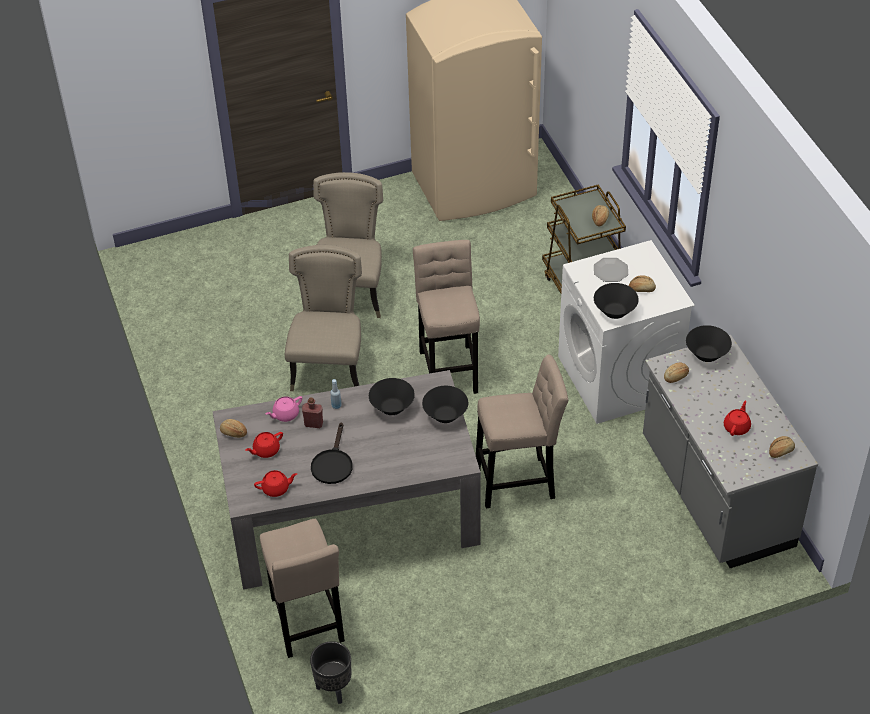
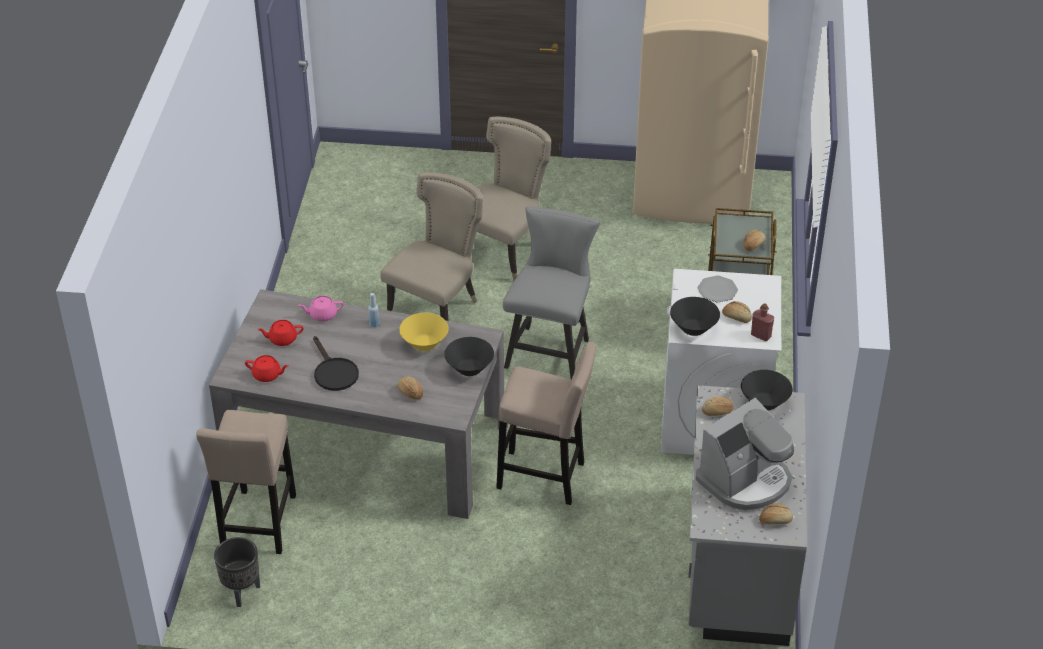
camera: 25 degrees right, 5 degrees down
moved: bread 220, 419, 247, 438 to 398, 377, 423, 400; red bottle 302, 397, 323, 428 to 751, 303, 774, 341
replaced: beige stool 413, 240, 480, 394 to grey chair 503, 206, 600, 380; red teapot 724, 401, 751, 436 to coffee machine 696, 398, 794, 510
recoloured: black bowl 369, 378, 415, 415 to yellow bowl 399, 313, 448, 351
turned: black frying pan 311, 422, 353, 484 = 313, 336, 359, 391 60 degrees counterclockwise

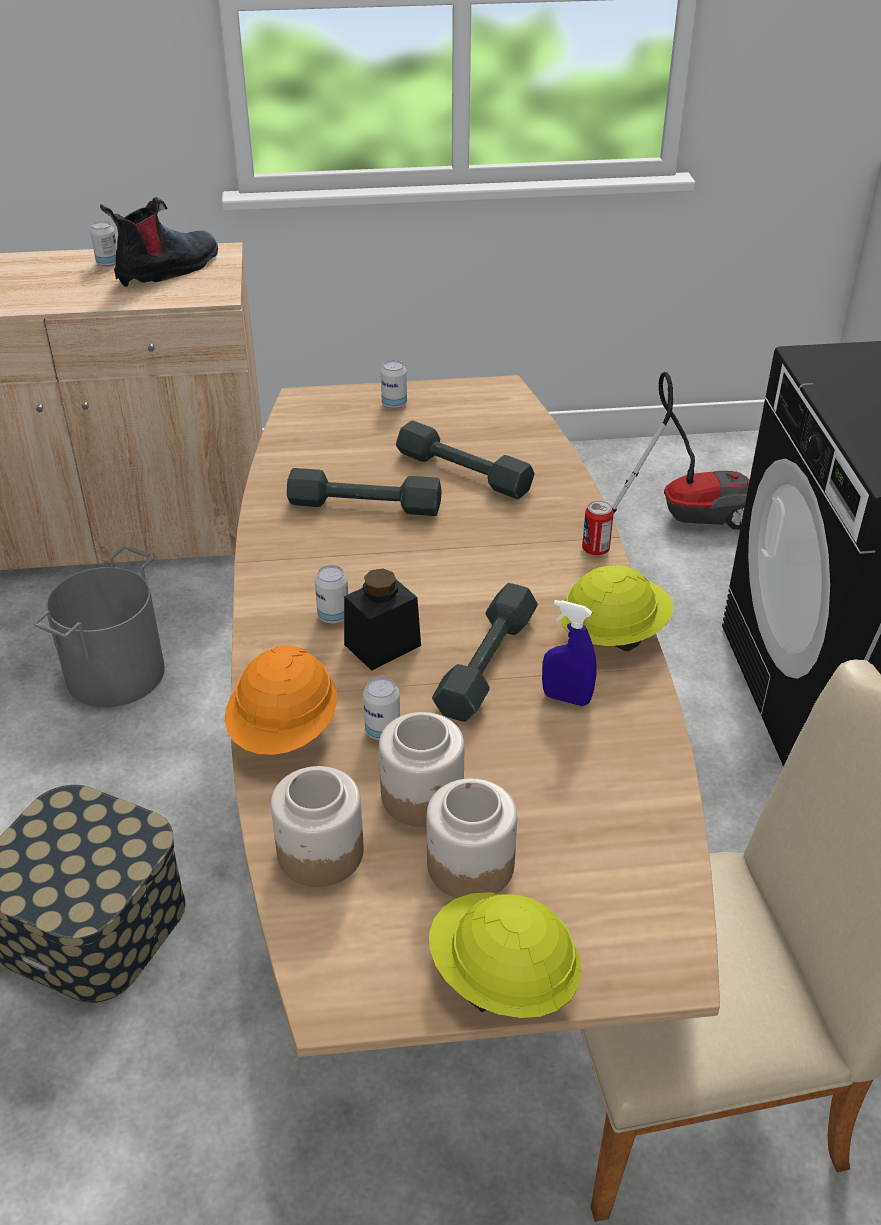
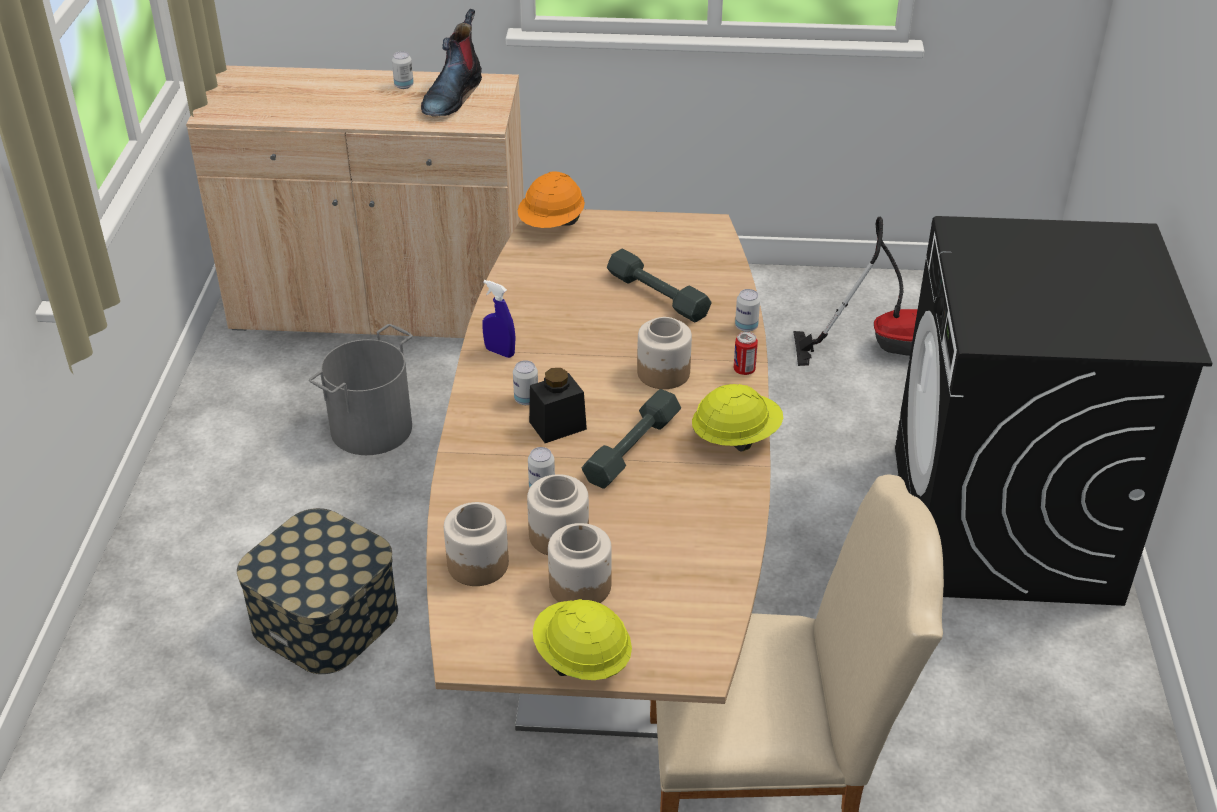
camera: 10 degrees right, 0 degrees up
removed: grey dumbbell 287, 468, 441, 516
added: jar 637, 317, 692, 389
moved: orange hard hat 225, 645, 337, 755 to 518, 171, 585, 228; can 381, 360, 407, 409 to 735, 289, 760, 332; blue spray bottle 542, 600, 597, 706 to 482, 280, 516, 358
turned: boot 100, 197, 218, 287 = 421, 9, 482, 117 150 degrees clockwise

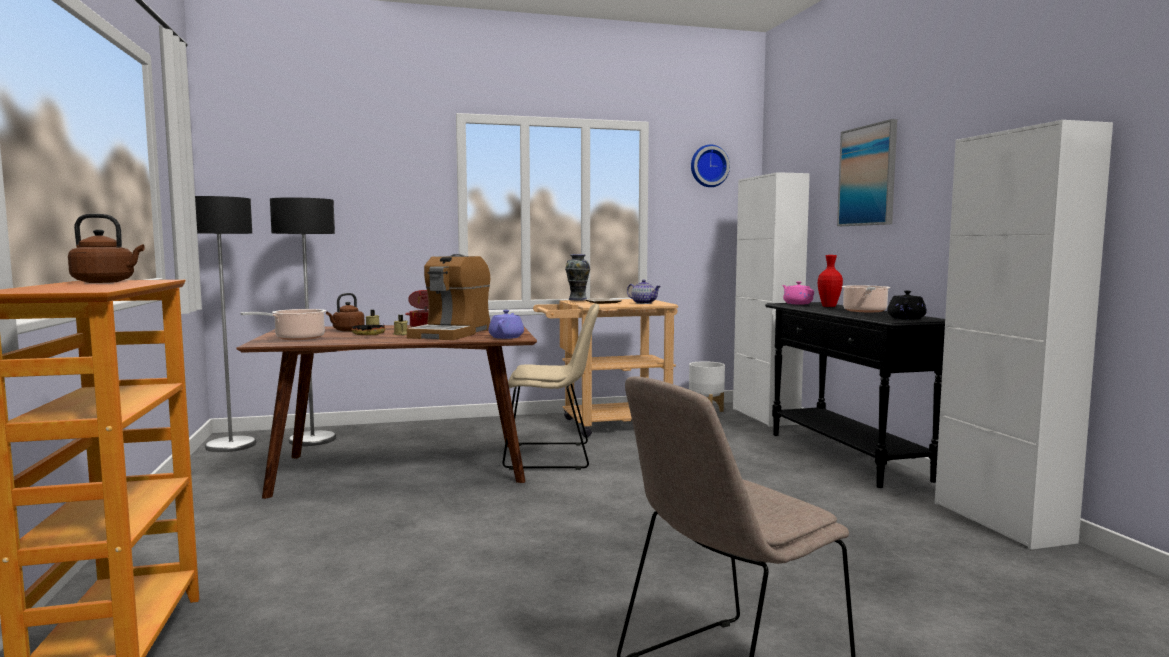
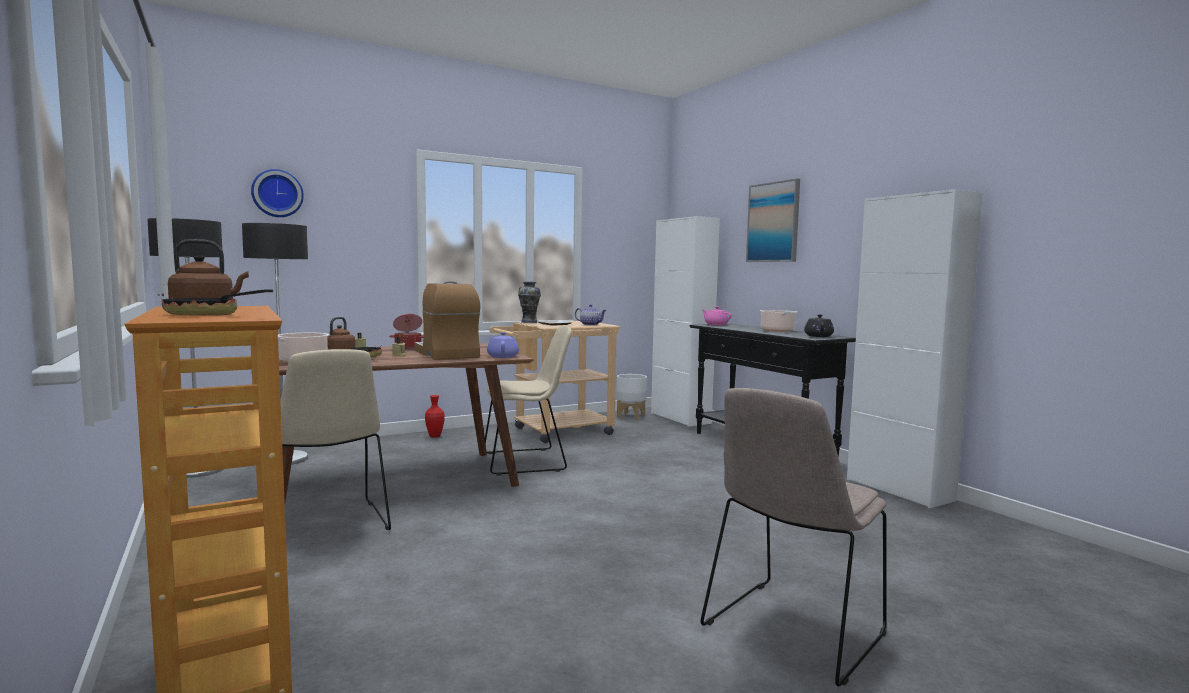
camera: 15 degrees left, 0 degrees up
added: frying pan 158, 284, 273, 316; beige chair 280, 349, 391, 530
moved: wall clock 691, 145, 730, 187 to 251, 169, 304, 217; red vase 818, 255, 843, 307 to 425, 395, 445, 438
turned: coffee machine 407, 254, 490, 340 = 414, 282, 480, 360 150 degrees clockwise

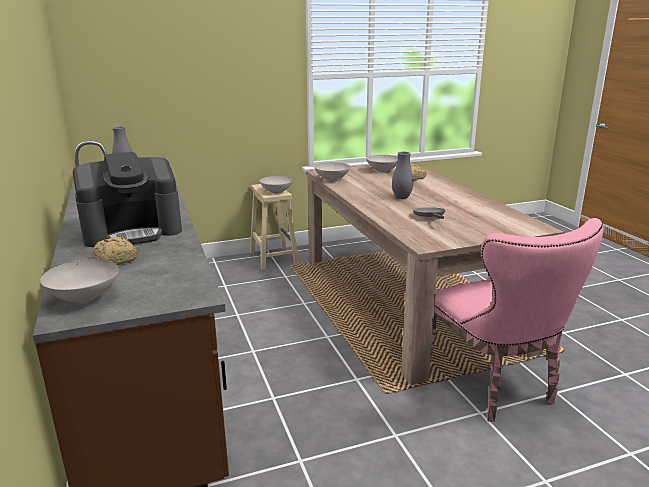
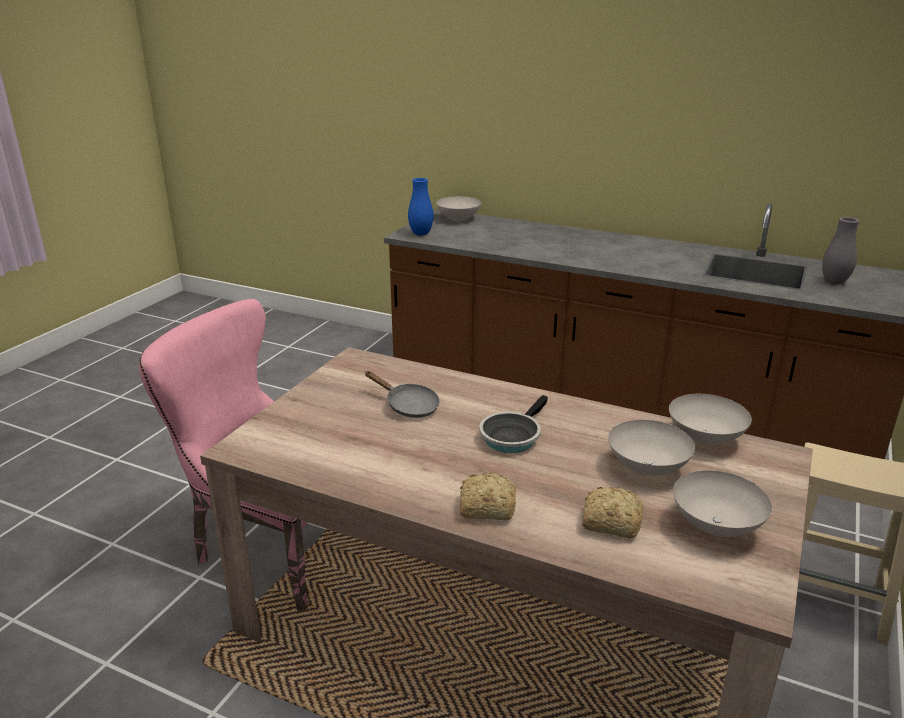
camera: 135 degrees right, 5 degrees up
removed: coffee machine 73, 152, 182, 247
added: blue vase 408, 178, 434, 236
moved: bread 93, 237, 138, 265 to 460, 472, 516, 520; white bowl 260, 176, 293, 194 to 608, 420, 695, 476
replaced: grey vase 392, 152, 413, 199 to frying pan 479, 395, 548, 453

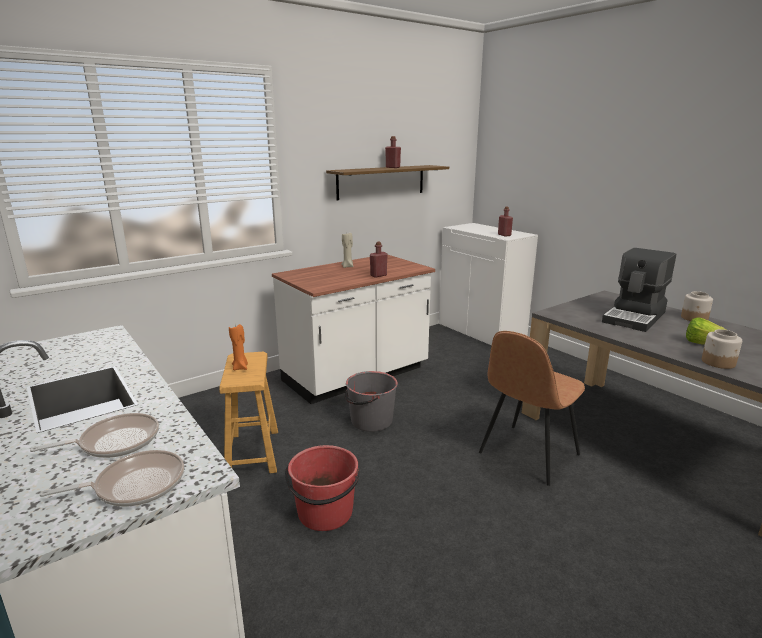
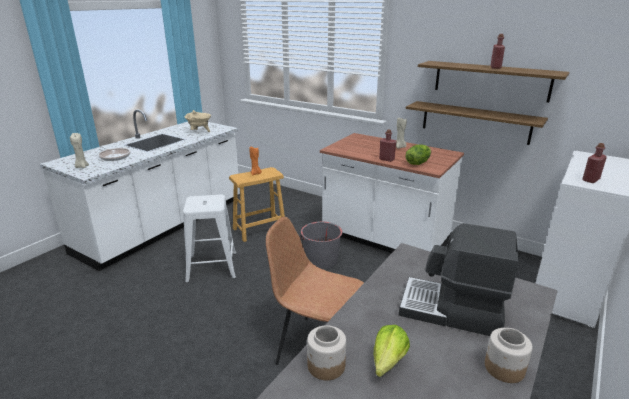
camera: 70 degrees right, 5 degrees up
added: beige cooking pot 185, 110, 211, 132; shelf 406, 101, 548, 145; lettuce 406, 144, 431, 165
replaced: frying pan 40, 450, 184, 507 to beige candle 70, 133, 89, 168; red bucket 285, 445, 359, 531 to white stool 183, 195, 237, 283

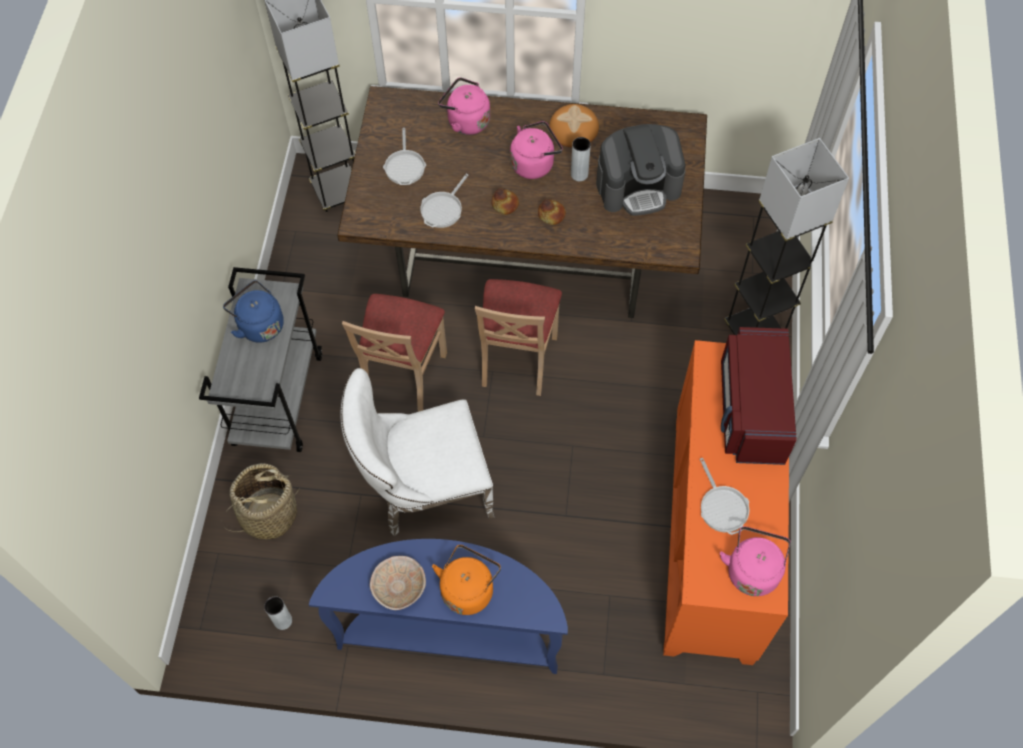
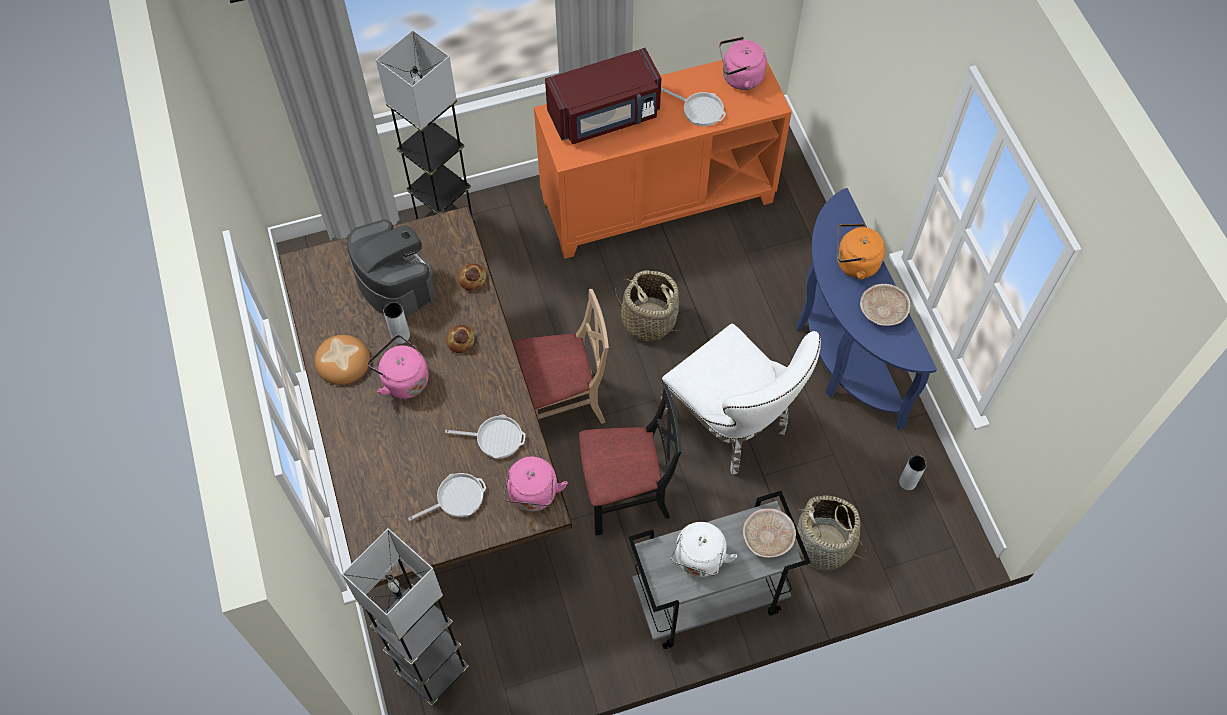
camera: 115 degrees left, 0 degrees up
added: basket 615, 270, 679, 341; beige bowl 743, 508, 796, 558
moved: pink kettle 438, 77, 490, 135 to 503, 456, 568, 511; bread 492, 188, 519, 215 to 458, 264, 486, 291
recoloured: blue kettle 223, 280, 284, 343 to white kettle 671, 522, 737, 577; beige chair 342, 294, 447, 412 to black chair 579, 387, 682, 535
turned: frying pan 700, 458, 750, 535 = 661, 88, 726, 127 75 degrees clockwise

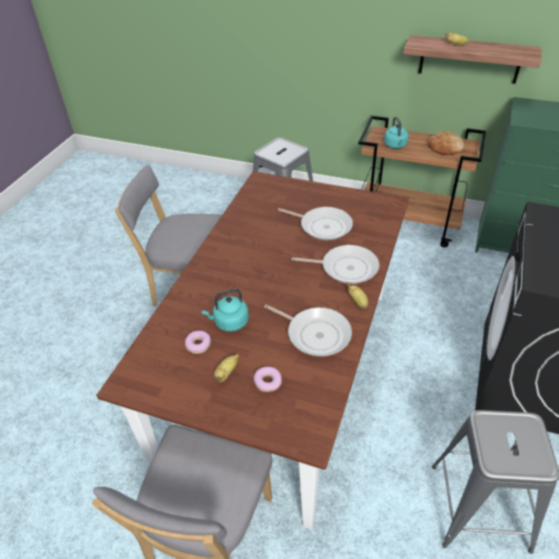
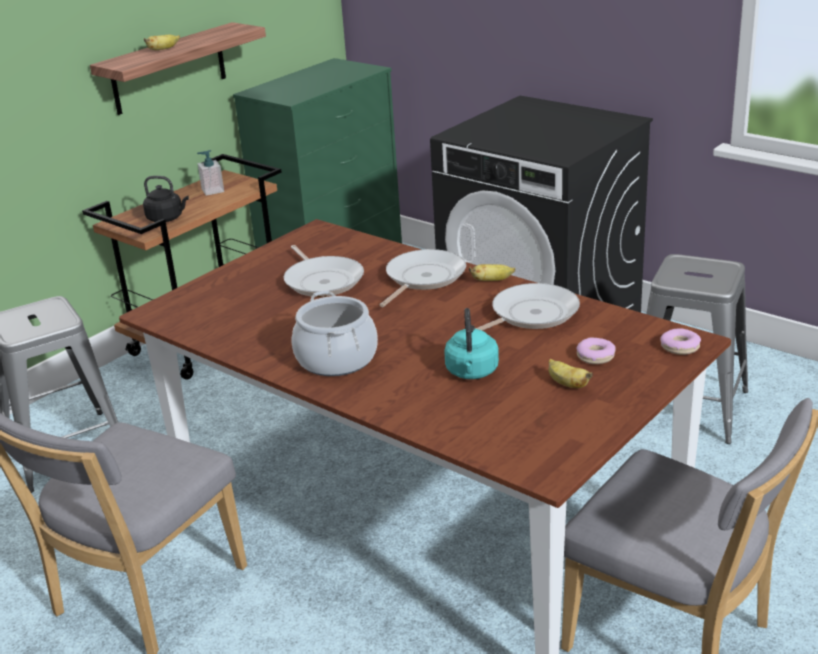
camera: 70 degrees left, 15 degrees down
added: cooking pot 292, 291, 378, 376
moved: donut 185, 330, 211, 354 to 660, 328, 701, 355
replaced: bread 428, 131, 464, 155 to soap dispenser 197, 150, 224, 196
recoloured: turquoise kettle 384, 117, 409, 149 to black kettle 143, 176, 189, 222
turned: frying pan 278, 207, 353, 240 = 284, 245, 364, 297 105 degrees clockwise

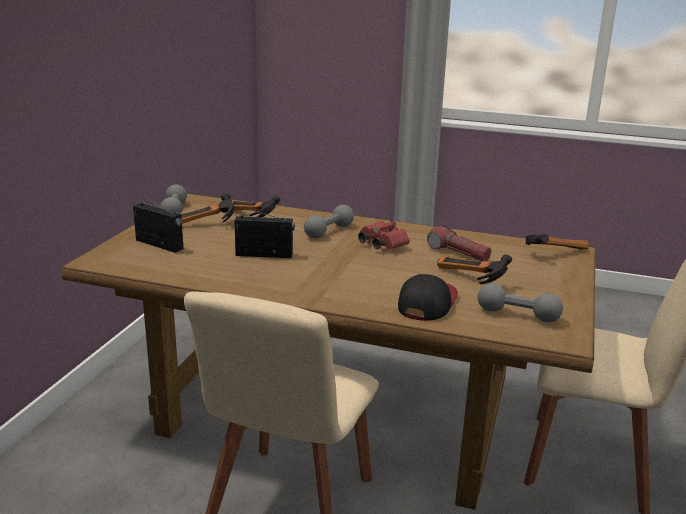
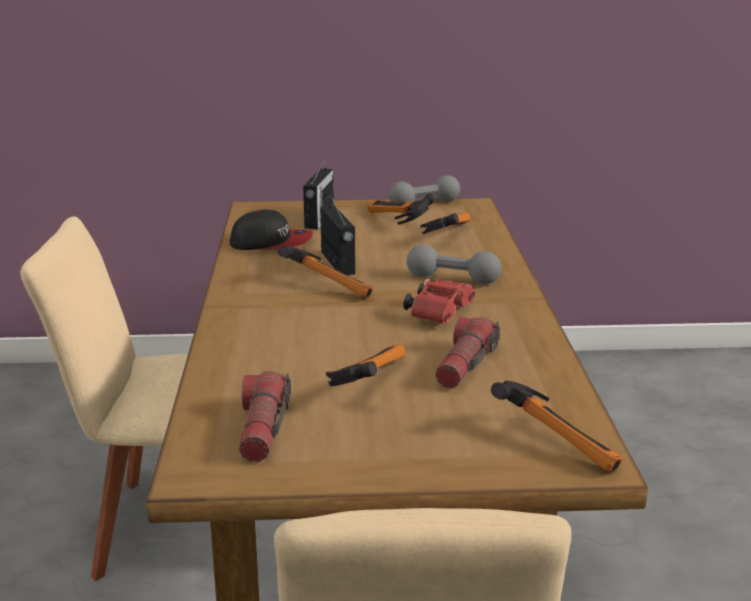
camera: 70 degrees right, 0 degrees up
added: hammer 278, 246, 373, 298
moved: cap 398, 274, 458, 321 to 230, 210, 313, 250
replaced: grey dumbbell 478, 283, 563, 322 to flashlight 239, 371, 291, 462

